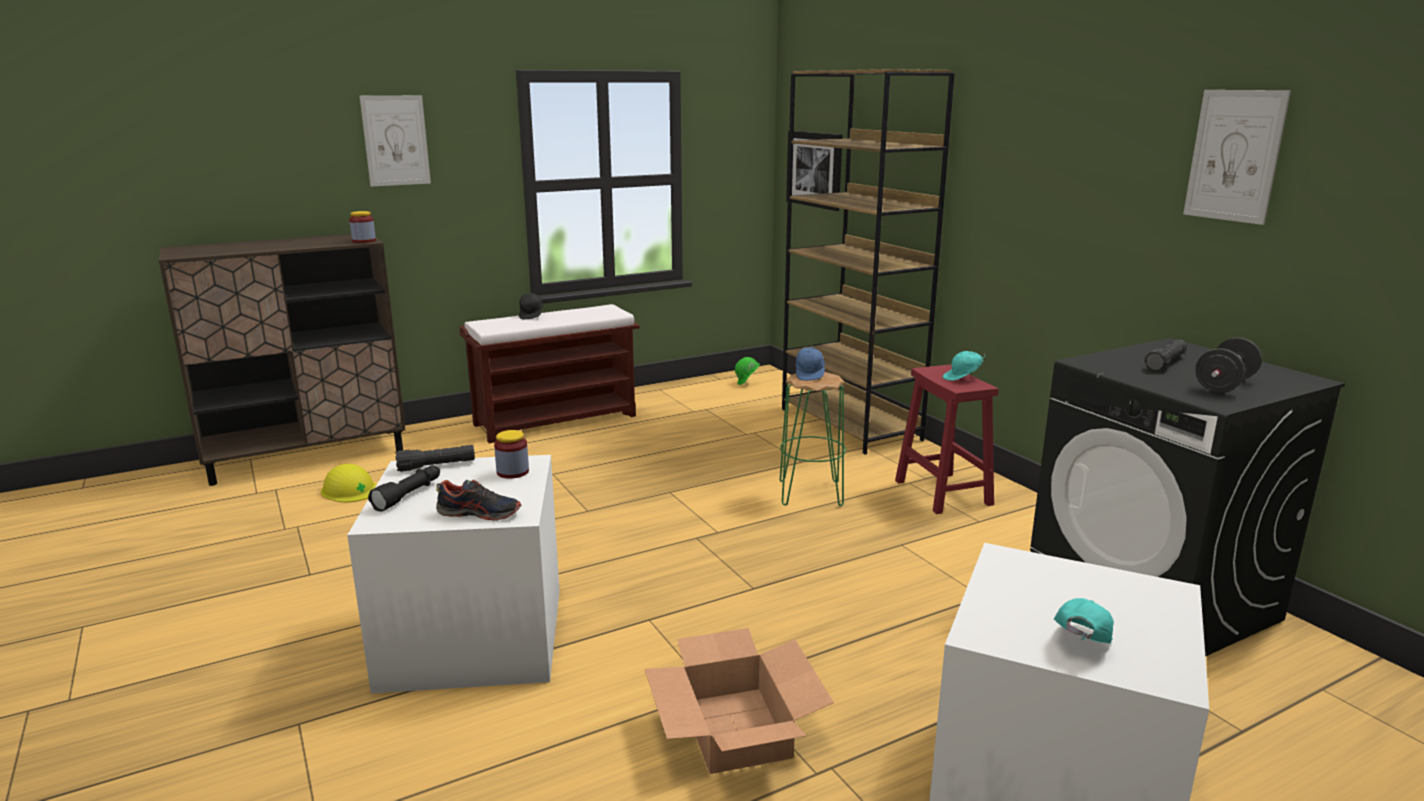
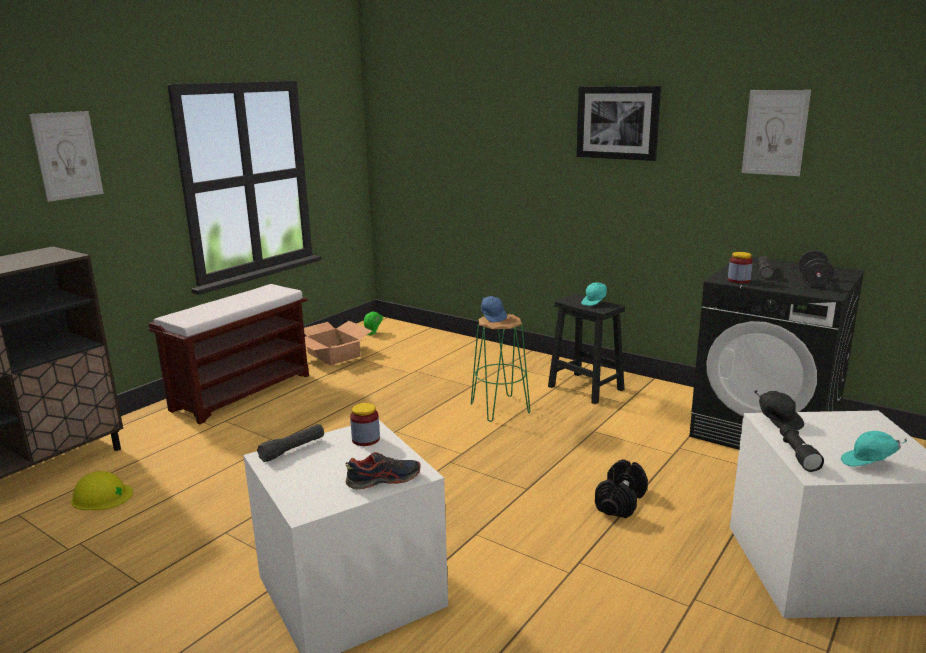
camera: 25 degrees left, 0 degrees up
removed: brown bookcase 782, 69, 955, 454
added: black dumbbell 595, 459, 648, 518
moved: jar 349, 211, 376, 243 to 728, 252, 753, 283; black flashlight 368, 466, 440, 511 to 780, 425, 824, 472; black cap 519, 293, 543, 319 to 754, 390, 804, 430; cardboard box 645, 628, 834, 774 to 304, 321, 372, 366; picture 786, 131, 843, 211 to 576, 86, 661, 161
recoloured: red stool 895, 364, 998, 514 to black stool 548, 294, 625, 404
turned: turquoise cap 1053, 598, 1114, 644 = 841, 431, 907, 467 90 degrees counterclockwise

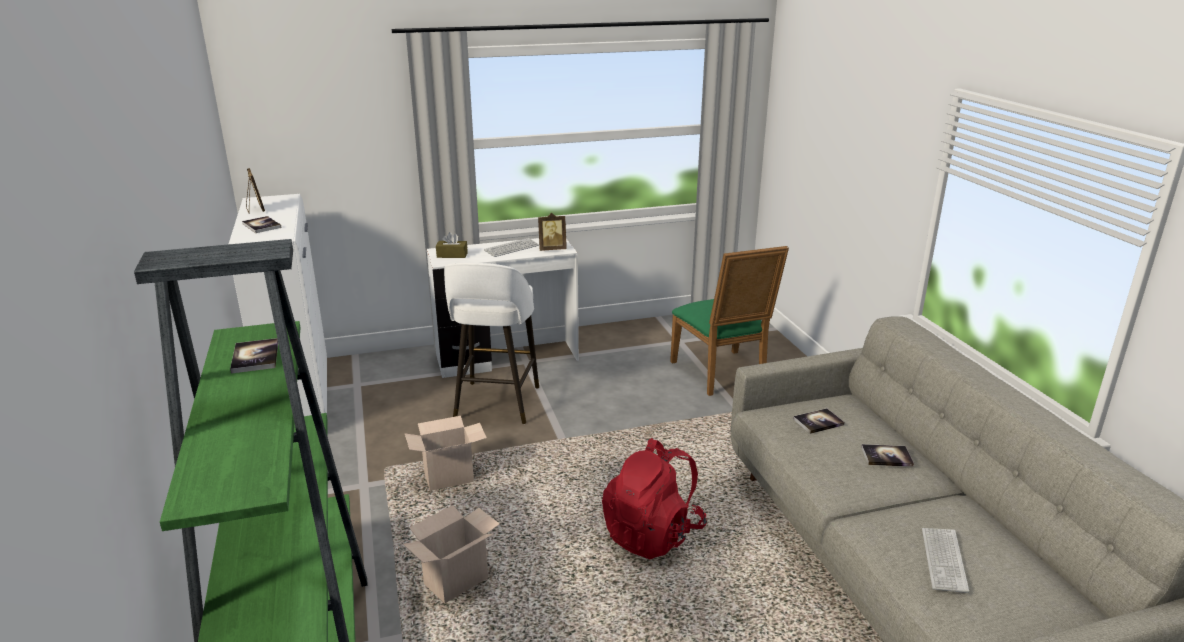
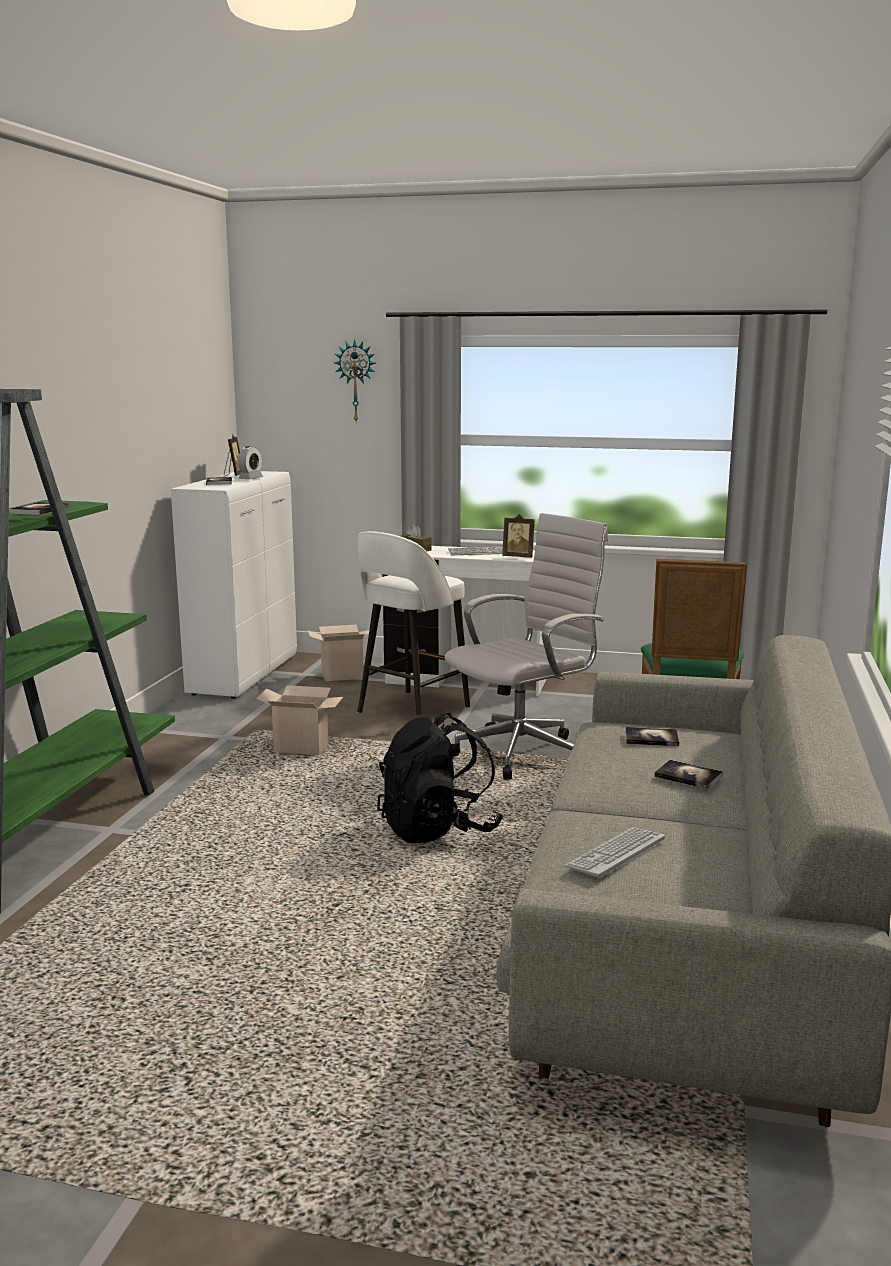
camera: 30 degrees right, 10 degrees down
added: alarm clock 238, 446, 263, 479; wall clock 334, 339, 376, 422; white office chair 444, 513, 608, 780
moved: cardboard box 403, 505, 500, 603 to 307, 624, 369, 681
recoloured: red backpack 602, 438, 707, 560 to black backpack 377, 713, 503, 843

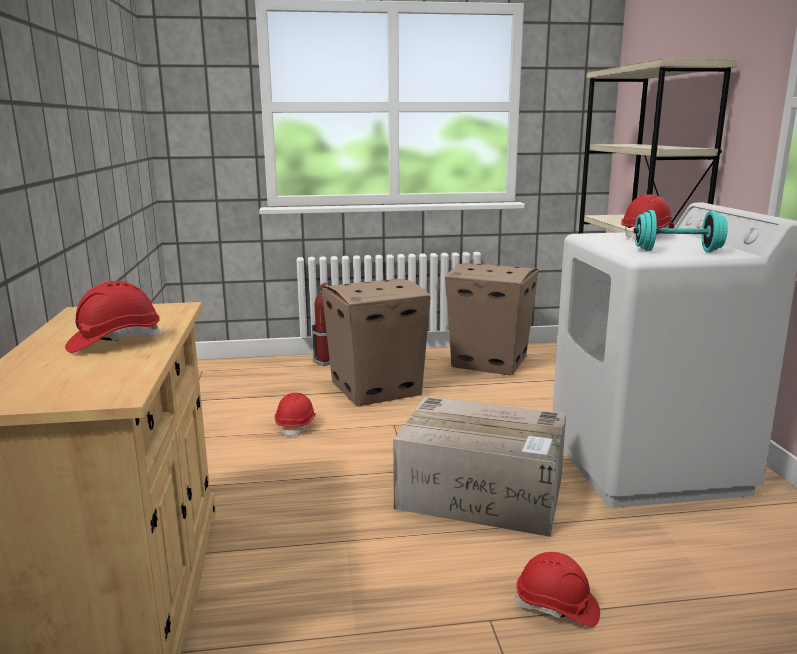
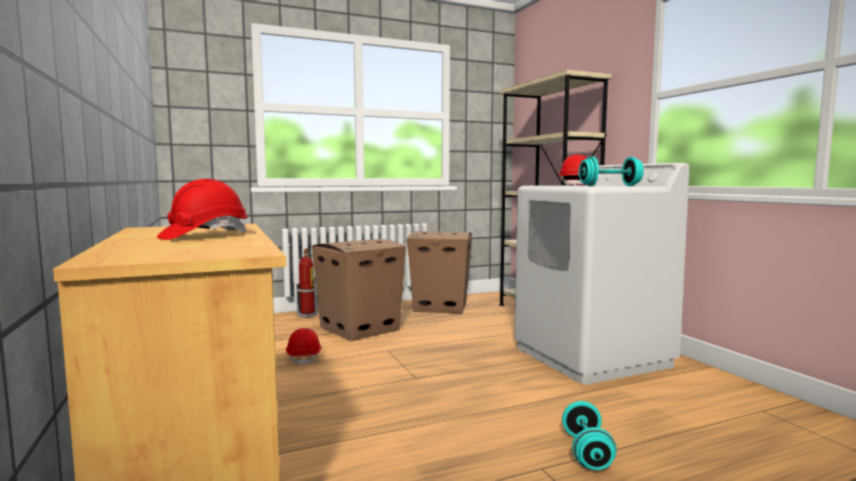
camera: 15 degrees left, 10 degrees down
removed: cardboard box 393, 396, 566, 537
replaced: red hard hat 514, 552, 600, 627 to turquoise dumbbell 562, 401, 617, 470

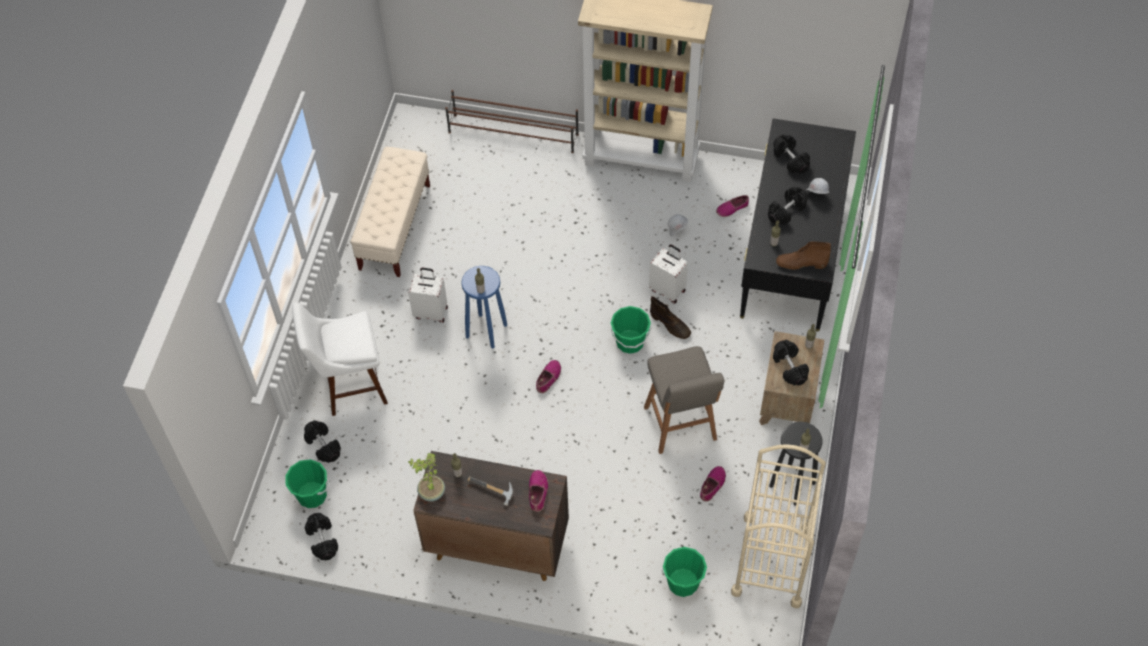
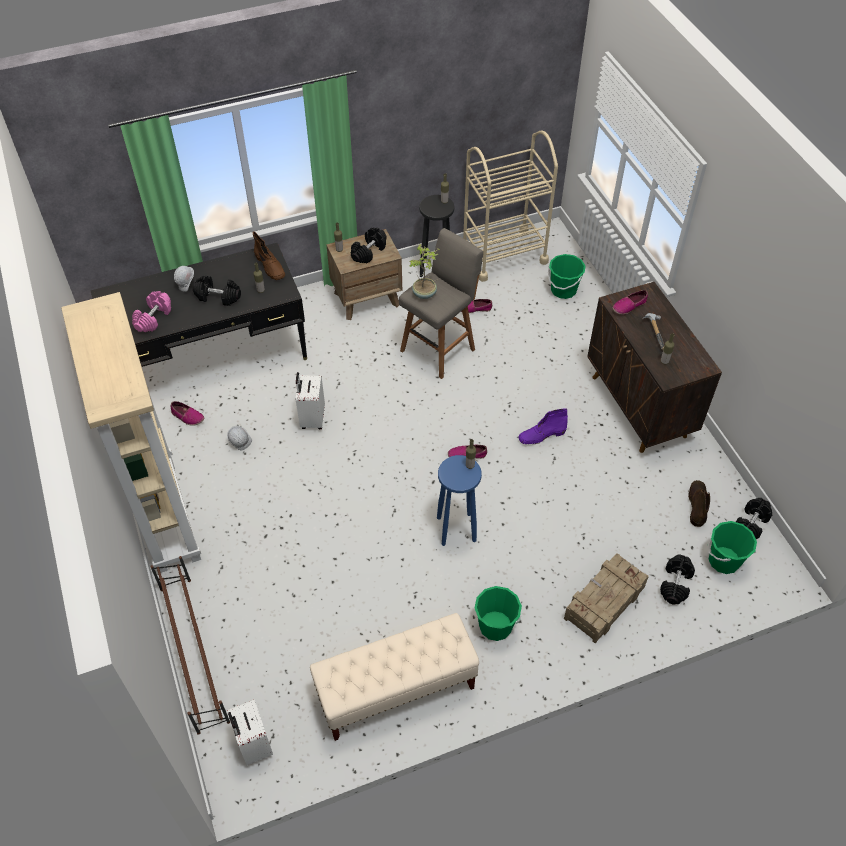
camera: 125 degrees left, 5 degrees down
added: purple boot 519, 408, 568, 445
moved: white suitcase 408, 268, 448, 323 to 227, 699, 273, 765; potted plant 408, 453, 445, 501 to 409, 244, 440, 299; green bucket 611, 306, 652, 354 to 475, 586, 522, 641; brown boot 650, 296, 691, 339 to 688, 480, 710, 527
replaced: white stool 292, 302, 388, 416 to crate 564, 553, 649, 644
recoloured: black dumbbell 773, 134, 810, 174 to pink dumbbell 132, 291, 171, 332

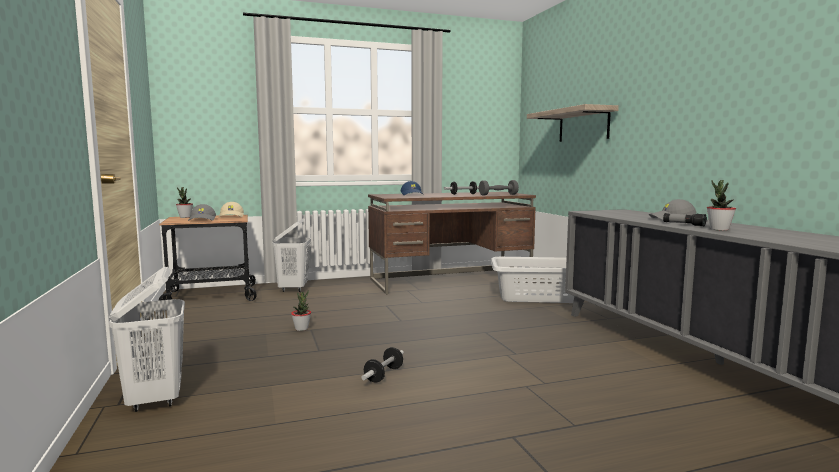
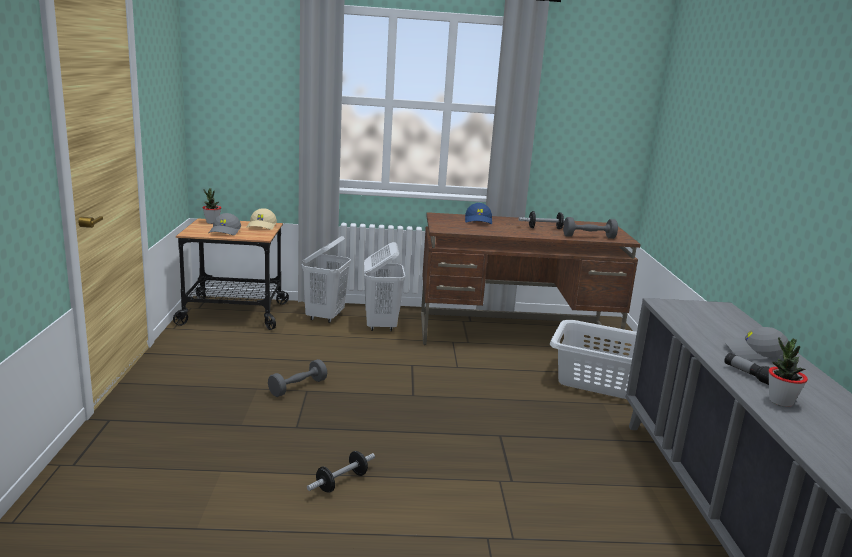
camera: 15 degrees right, 10 degrees up
removed: shelf 527, 104, 619, 142
moved: white laundry basket 109, 267, 185, 412 to 364, 242, 405, 331
replaced: potted plant 291, 290, 311, 331 to grey dumbbell 268, 359, 327, 397

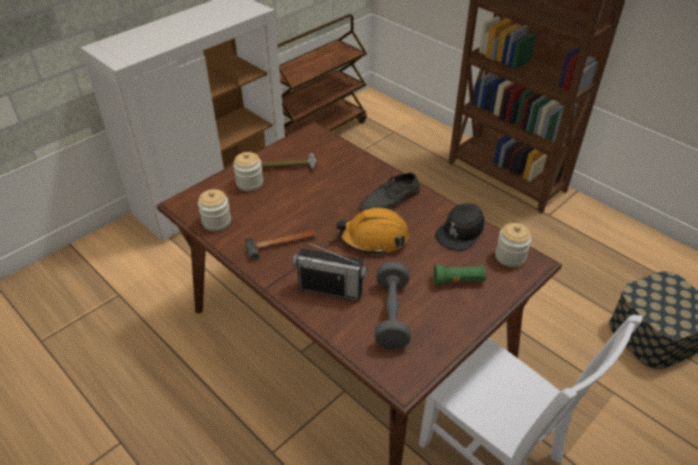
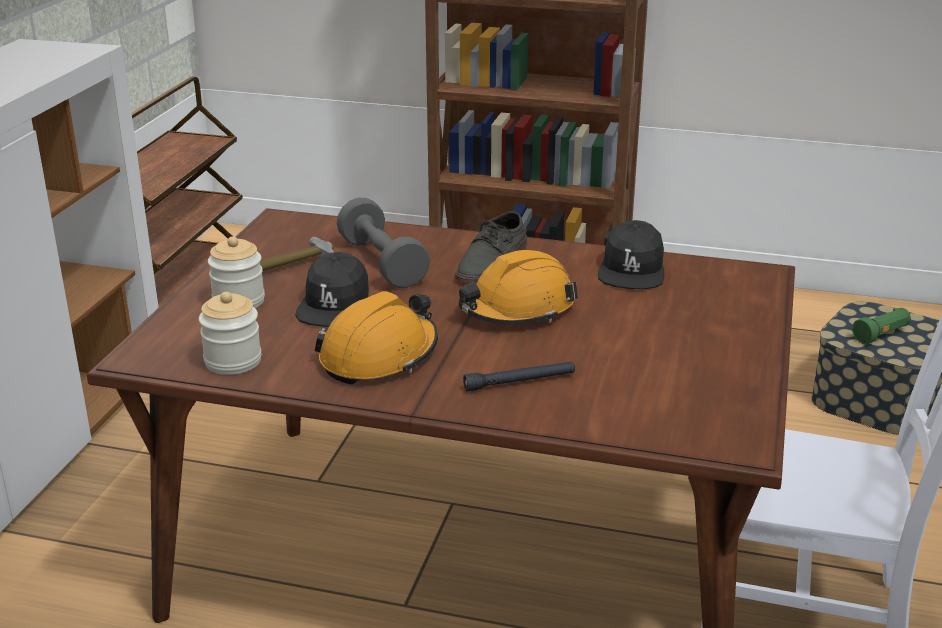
camera: 30 degrees left, 15 degrees down
removed: jar 495, 223, 532, 267
added: black cap 295, 252, 369, 327
moved: grey dumbbell 374, 262, 411, 350 to 337, 198, 430, 288; green flashlight 434, 264, 486, 285 to 852, 308, 911, 344
replaced: hammer 246, 229, 316, 260 to orange hard hat 315, 291, 438, 384; radio 293, 241, 367, 301 to black flashlight 463, 361, 575, 391

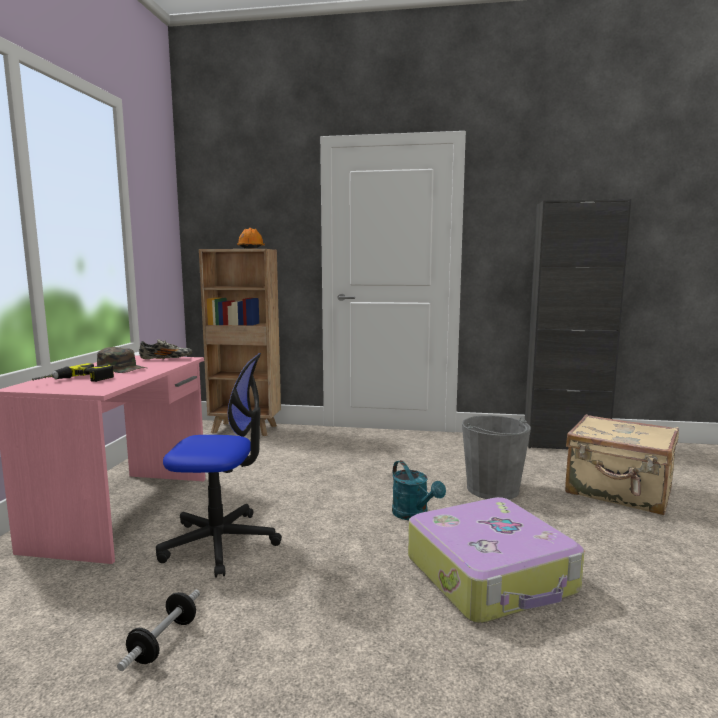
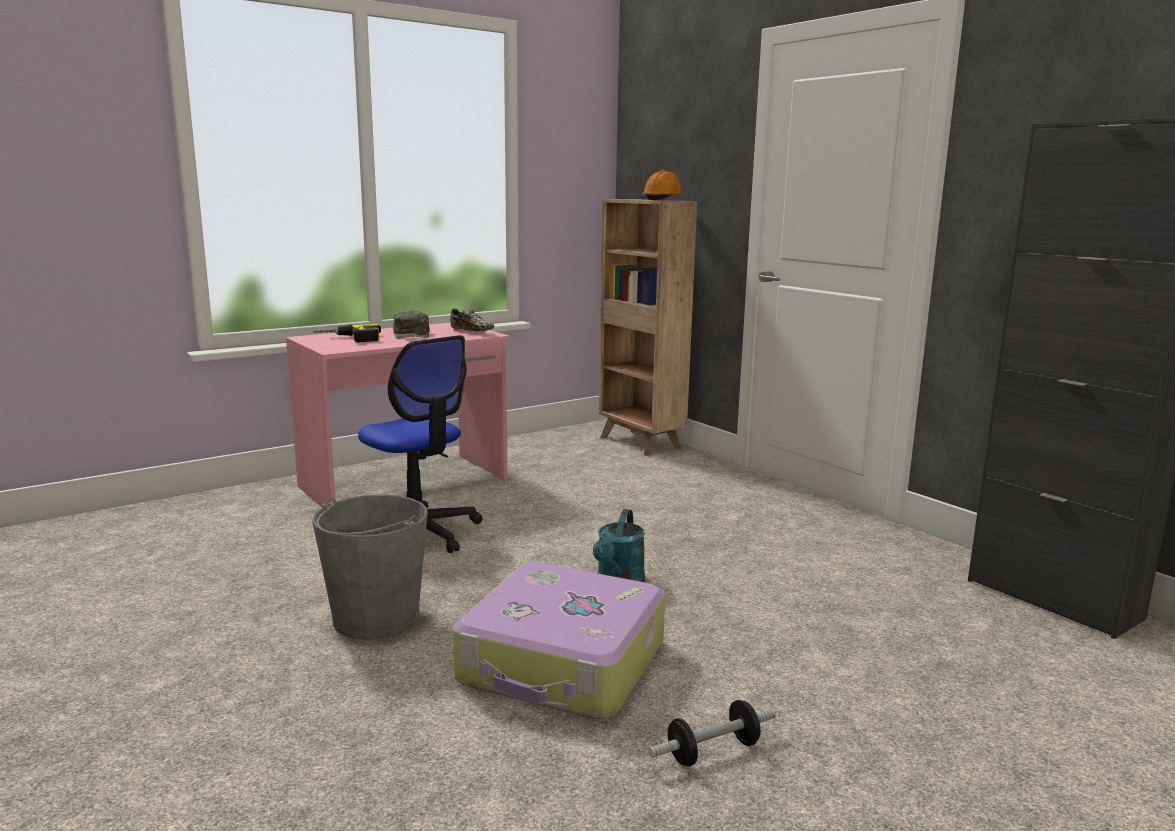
camera: 45 degrees right, 5 degrees up
removed: beige suitcase 565, 414, 679, 515
moved: dumbbell 117, 590, 200, 671 to 648, 700, 776, 767; grey bucket 462, 415, 531, 500 to 312, 494, 427, 640

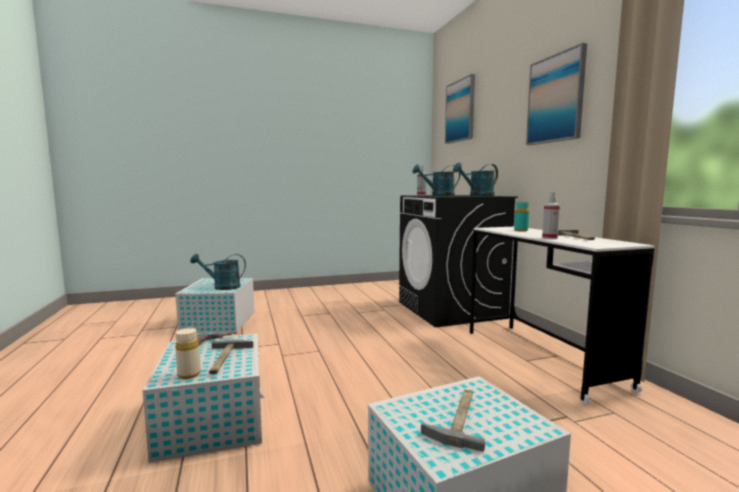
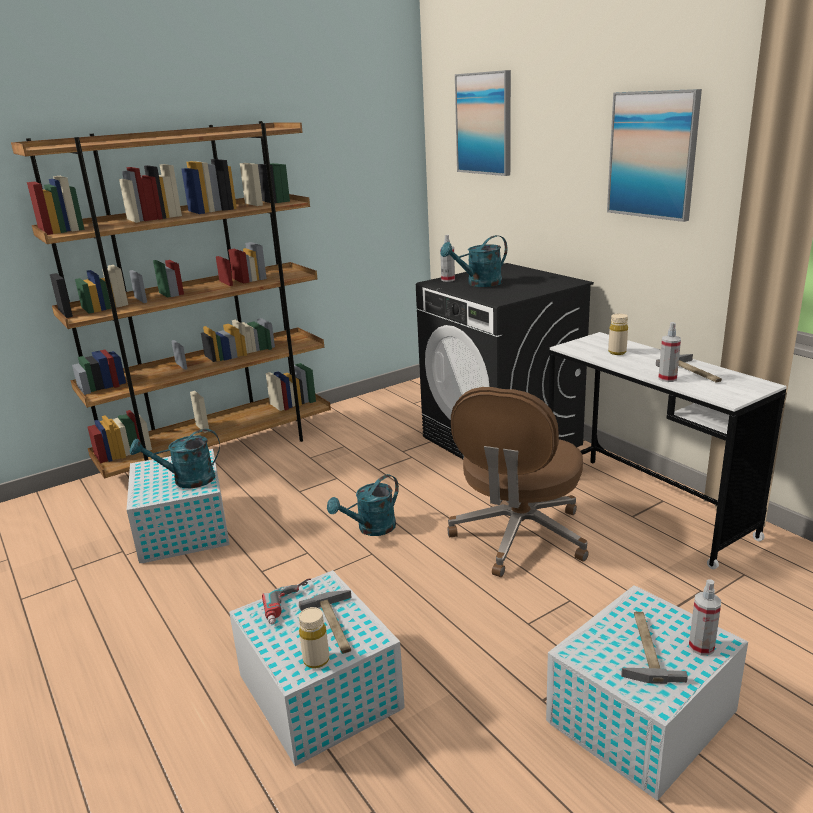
camera: 15 degrees left, 15 degrees up
added: brown bookcase 11, 121, 331, 479; brown office chair 448, 387, 589, 577; spray bottle 689, 579, 721, 656
moved: turquoise watering can 453, 162, 498, 196 to 327, 474, 399, 536
recoloured: turquoise bottle 514, 202, 529, 232 to beige bottle 608, 314, 628, 355

